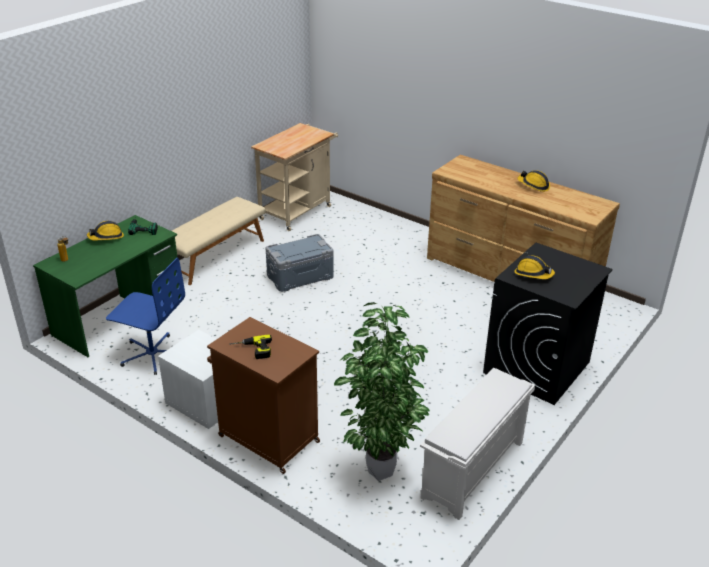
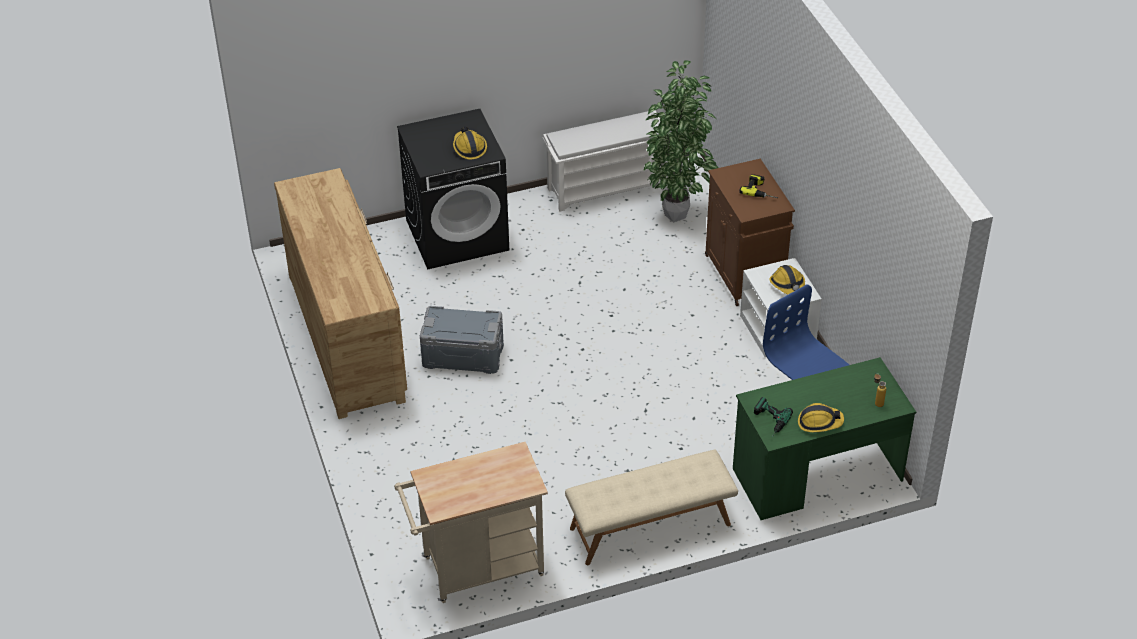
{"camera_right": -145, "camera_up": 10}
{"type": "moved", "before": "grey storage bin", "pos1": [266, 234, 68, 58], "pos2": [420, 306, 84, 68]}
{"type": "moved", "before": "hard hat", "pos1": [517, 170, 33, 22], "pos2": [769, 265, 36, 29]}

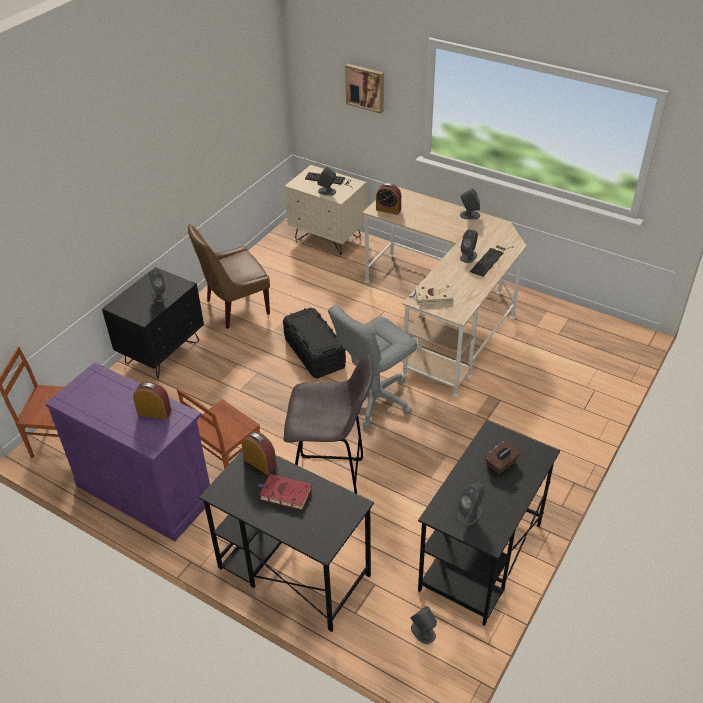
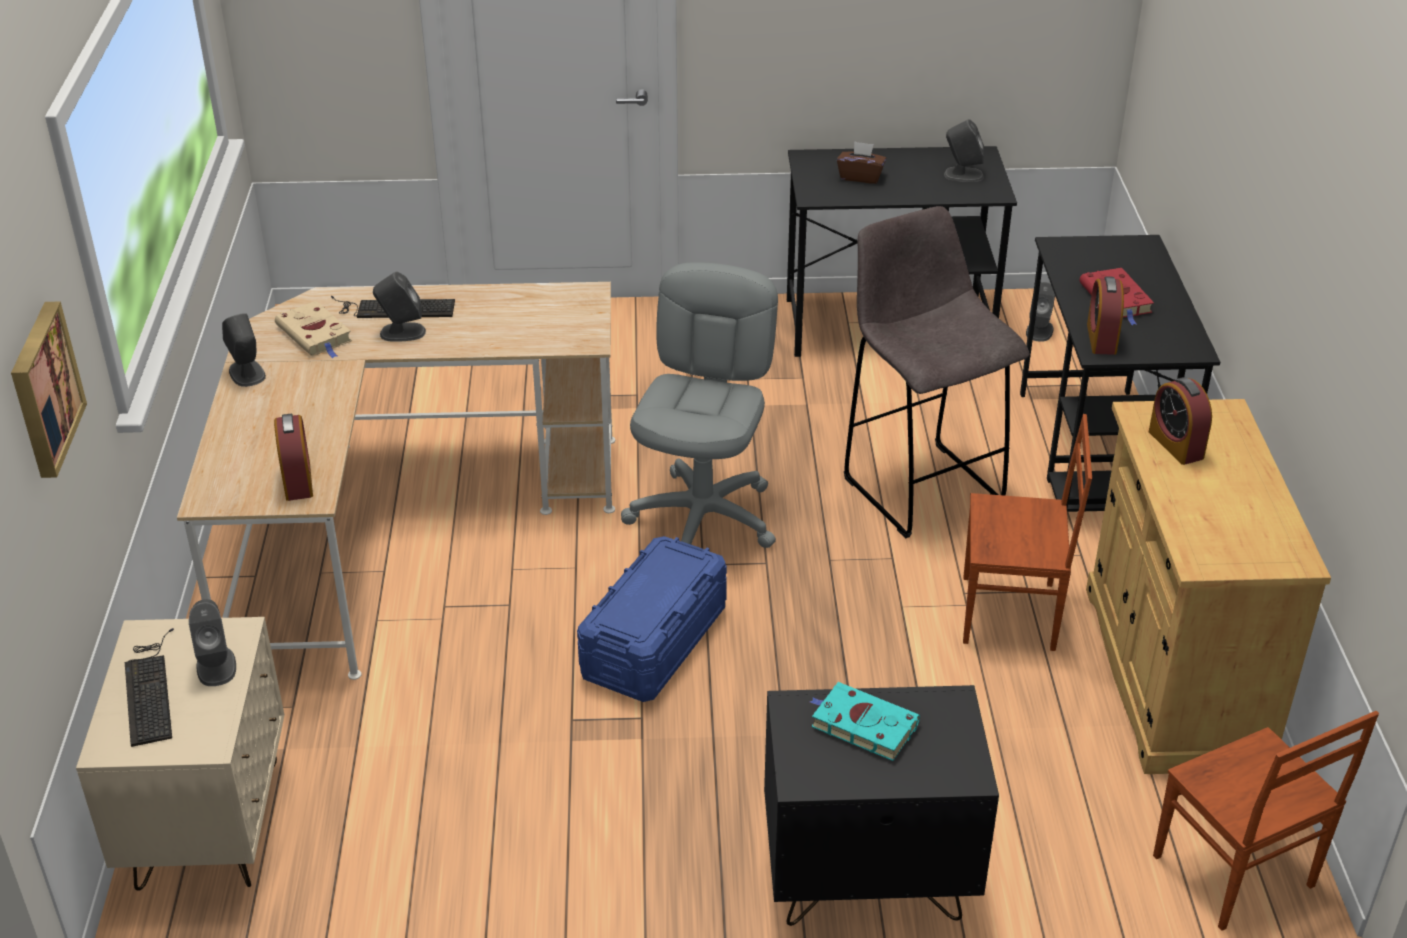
{"camera_right": -125, "camera_up": -5}
{"type": "removed", "before": "brownish chair", "pos1": [188, 224, 82, 105]}
{"type": "moved", "before": "beige-coloured volume", "pos1": [409, 284, 44, 21], "pos2": [275, 301, 77, 57]}
{"type": "replaced", "before": "grey speaker", "after": "turquoise-coloured volume", "pos1": [149, 269, 19, 33], "pos2": [810, 682, 110, 79]}
{"type": "recoloured", "before": "purplish cabinet", "after": "beige-coloured cabinet", "pos1": [45, 362, 165, 179], "pos2": [1086, 399, 245, 375]}
{"type": "recoloured", "before": "black storage bin", "after": "blue-coloured storage bin", "pos1": [283, 308, 63, 70], "pos2": [577, 536, 150, 166]}
{"type": "turned", "before": "grey computer chair", "pos1": [328, 305, 89, 123], "pos2": [621, 262, 157, 286], "turn": -90}

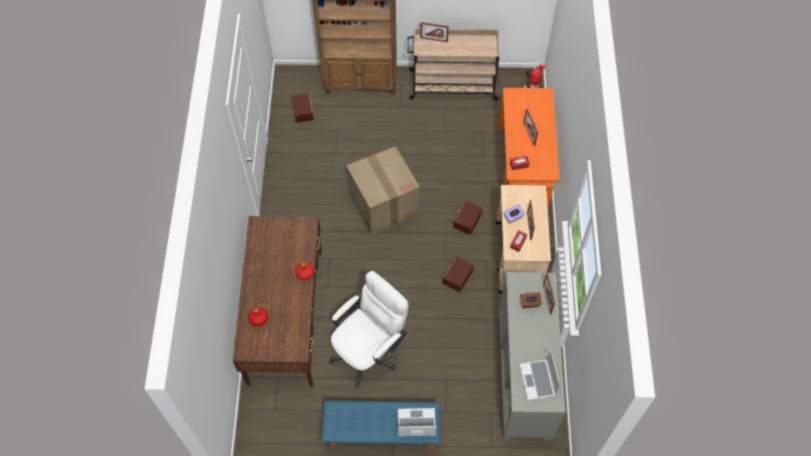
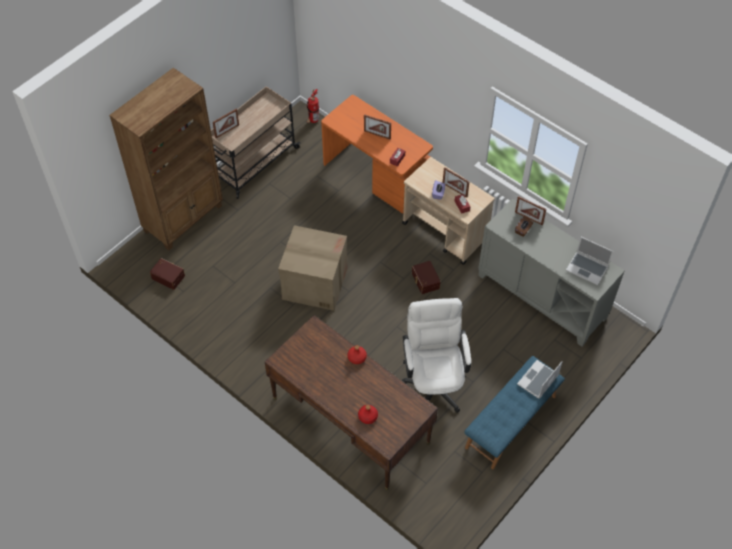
{"camera_right": -50, "camera_up": -5}
{"type": "removed", "before": "brownish storage bin", "pos1": [453, 201, 29, 34]}

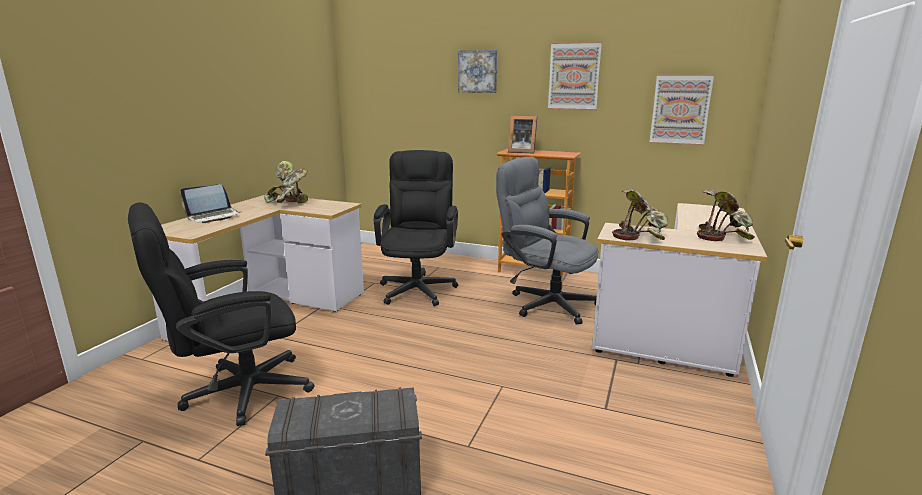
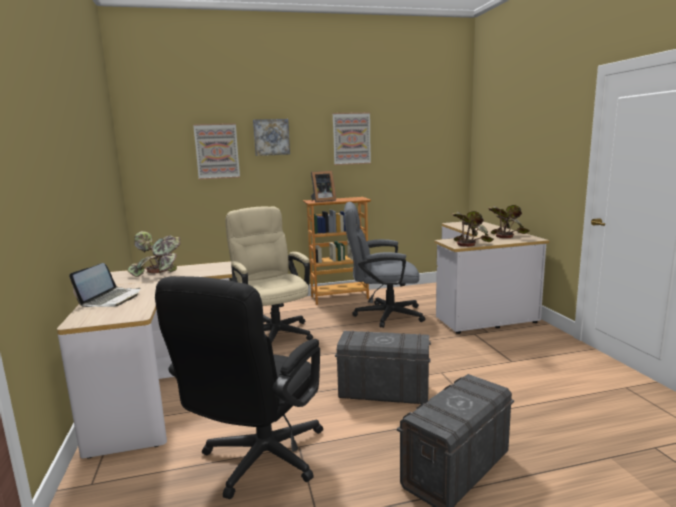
{"camera_right": -35, "camera_up": -5}
{"type": "added", "after": "grey storage bin", "pos2": [335, 331, 96, 73]}
{"type": "moved", "before": "picture", "pos1": [650, 74, 64, 72], "pos2": [193, 123, 47, 57]}
{"type": "recoloured", "before": "black computer chair", "after": "beige-coloured computer chair", "pos1": [373, 150, 85, 156], "pos2": [226, 206, 87, 138]}

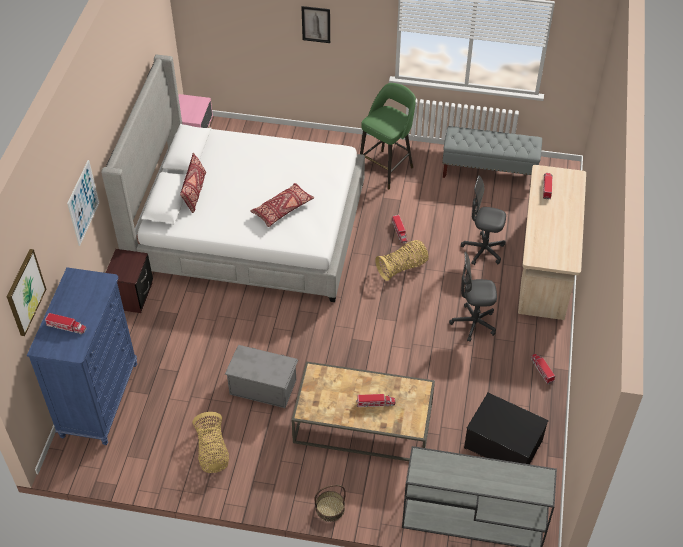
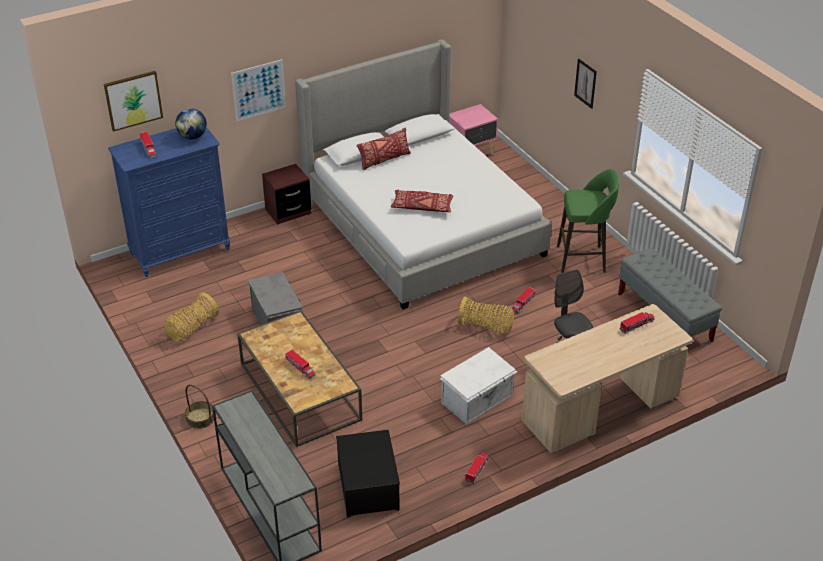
{"camera_right": 50, "camera_up": -10}
{"type": "added", "after": "desk globe", "pos2": [175, 108, 32, 31]}
{"type": "replaced", "before": "grey computer chair", "after": "white-coloured storage bin", "pos1": [449, 252, 48, 90], "pos2": [440, 347, 77, 77]}

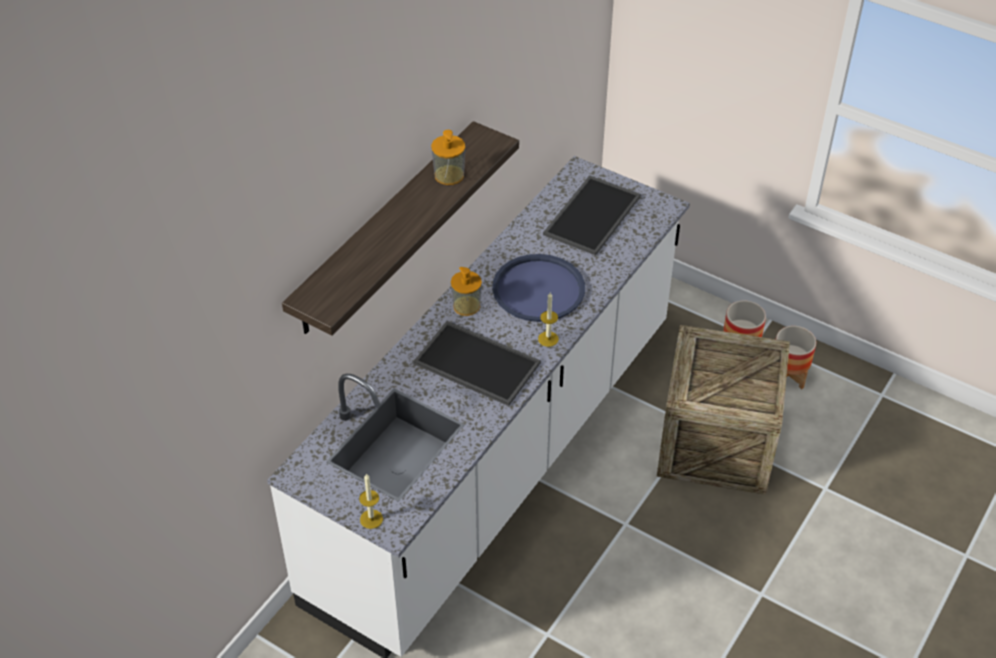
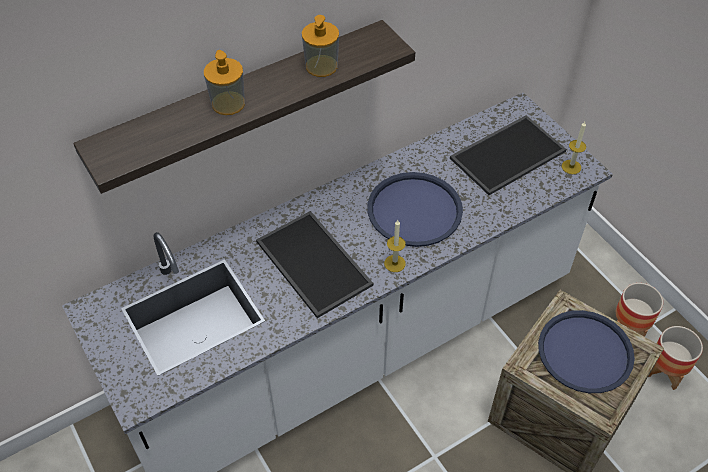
{"camera_right": 25, "camera_up": 5}
{"type": "added", "after": "blue-coloured tray", "pos2": [538, 310, 97, 83]}
{"type": "moved", "before": "wax candle", "pos1": [359, 473, 24, 56], "pos2": [562, 122, 24, 52]}
{"type": "moved", "before": "soap dispenser", "pos1": [451, 267, 31, 49], "pos2": [204, 50, 41, 65]}

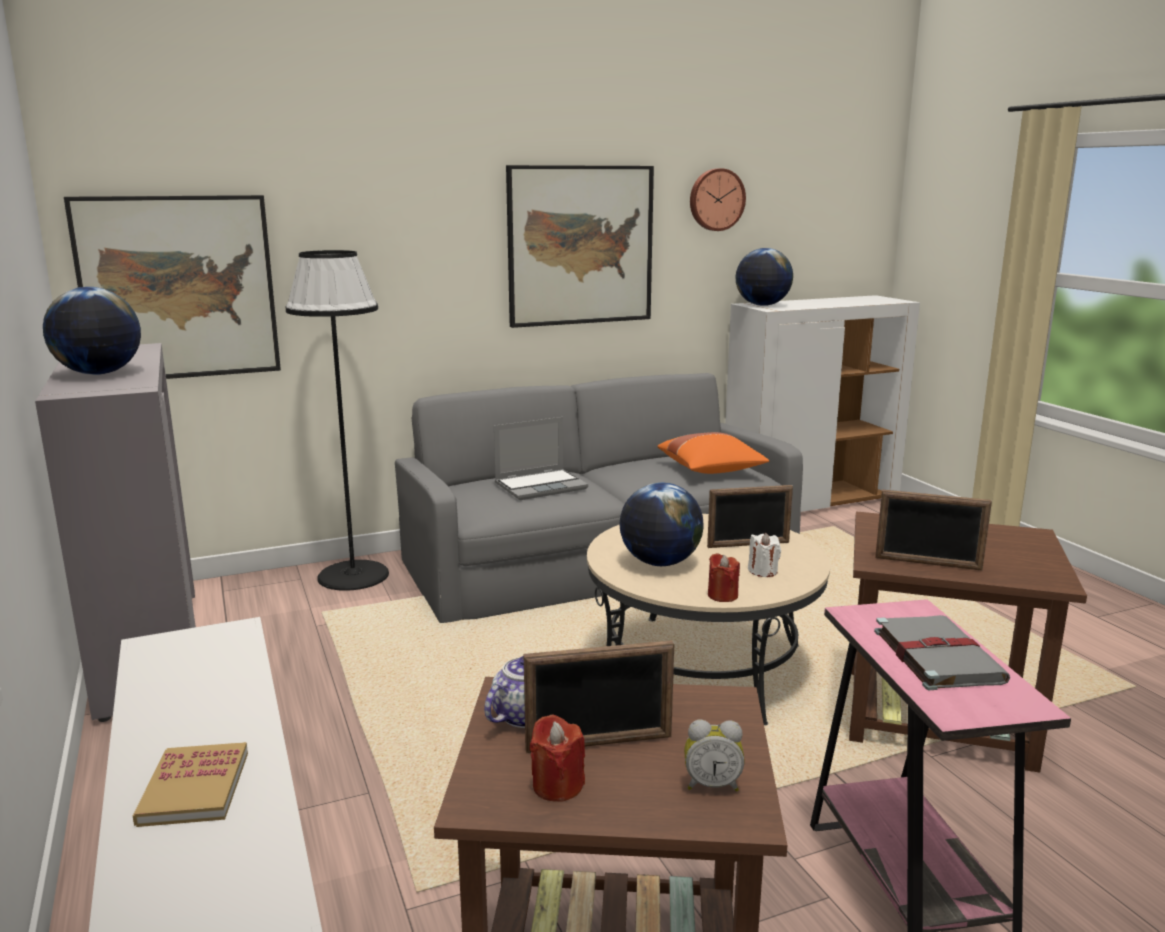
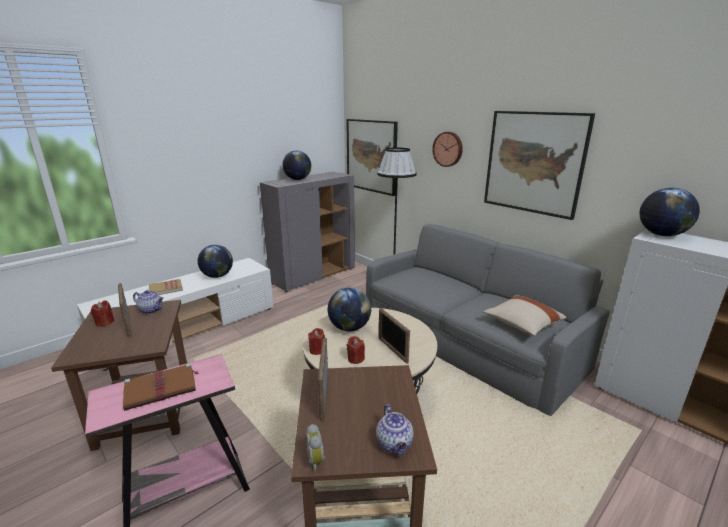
{"camera_right": 70, "camera_up": 5}
{"type": "removed", "before": "laptop", "pos1": [494, 417, 94, 83]}
{"type": "added", "after": "desk globe", "pos2": [198, 245, 35, 33]}
{"type": "added", "after": "pot for tea", "pos2": [376, 404, 38, 52]}
{"type": "moved", "before": "table clock", "pos1": [684, 720, 61, 72], "pos2": [306, 424, 20, 48]}
{"type": "moved", "before": "hanging clock", "pos1": [690, 168, 56, 63], "pos2": [432, 132, 31, 35]}
{"type": "recoloured", "before": "orange-coloured pillow", "after": "beige-coloured pillow", "pos1": [657, 432, 112, 42], "pos2": [484, 295, 82, 41]}
{"type": "recoloured", "before": "white-coloured wax candle", "after": "red wax candle", "pos1": [748, 533, 33, 44], "pos2": [347, 336, 18, 28]}
{"type": "recoloured", "before": "grey volume", "after": "brownish volume", "pos1": [874, 615, 136, 75], "pos2": [123, 363, 76, 48]}

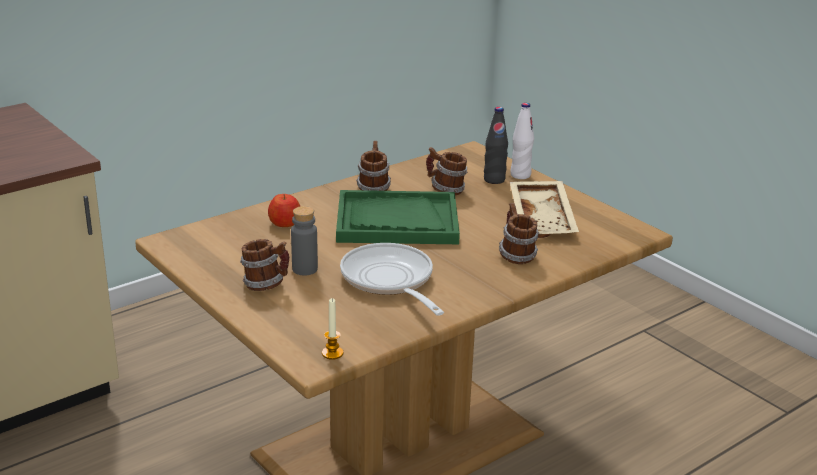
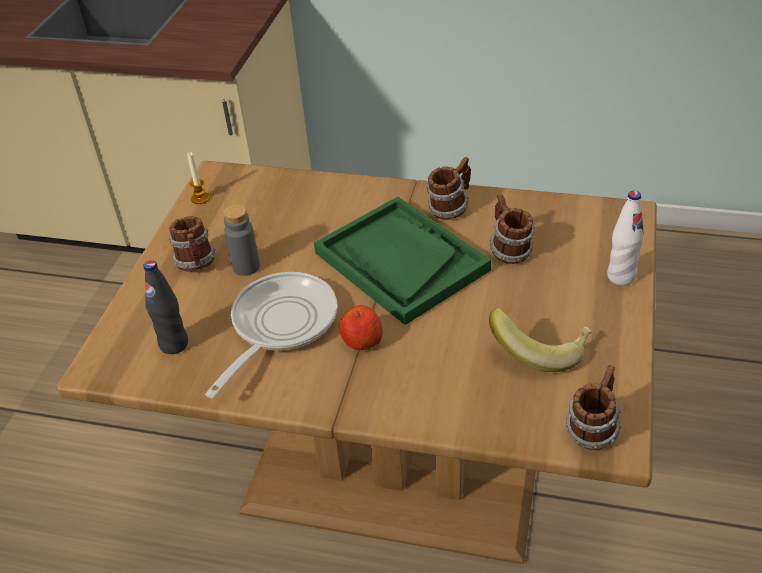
{"camera_right": 55, "camera_up": 15}
{"type": "moved", "before": "apple", "pos1": [268, 194, 32, 33], "pos2": [339, 305, 44, 45]}
{"type": "moved", "before": "wax candle", "pos1": [322, 298, 21, 62], "pos2": [187, 152, 23, 52]}
{"type": "moved", "before": "black drink bottle", "pos1": [484, 107, 24, 77], "pos2": [143, 260, 45, 94]}
{"type": "moved", "before": "coffee mug", "pos1": [499, 203, 40, 61], "pos2": [566, 365, 56, 85]}
{"type": "replaced", "before": "beige-coloured tray", "after": "whole banana", "pos1": [510, 181, 69, 57], "pos2": [489, 308, 103, 64]}

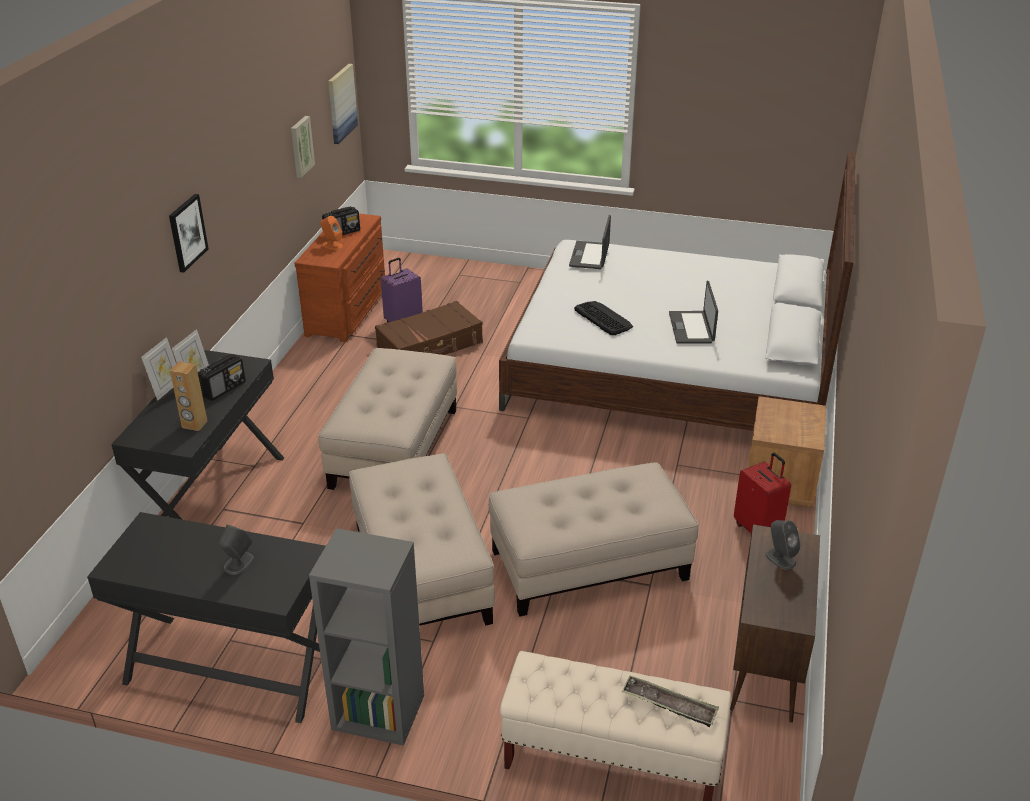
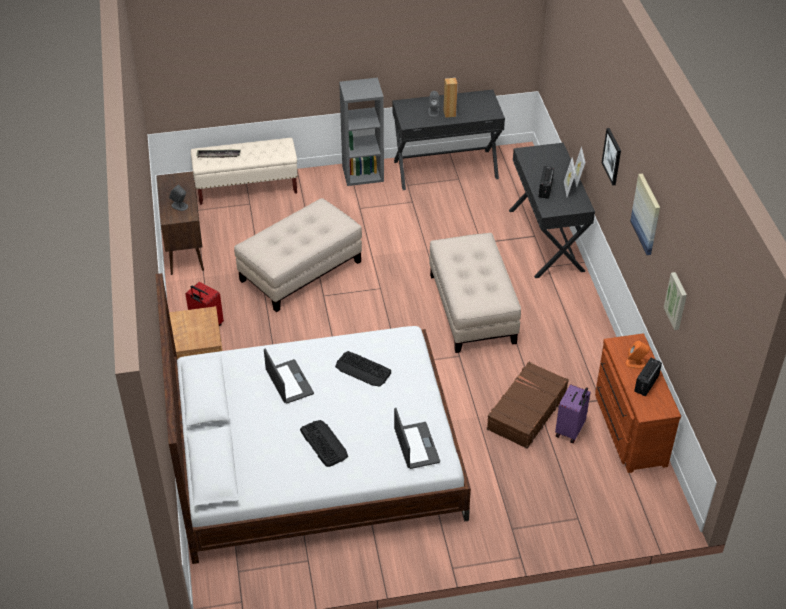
{"camera_right": 155, "camera_up": 10}
{"type": "removed", "before": "beige-coloured ottoman", "pos1": [349, 453, 146, 173]}
{"type": "added", "after": "keyboard", "pos2": [300, 420, 48, 47]}
{"type": "moved", "before": "brownish speaker", "pos1": [170, 361, 38, 70], "pos2": [443, 78, 15, 40]}
{"type": "moved", "before": "picture", "pos1": [328, 64, 30, 80], "pos2": [630, 174, 30, 81]}

